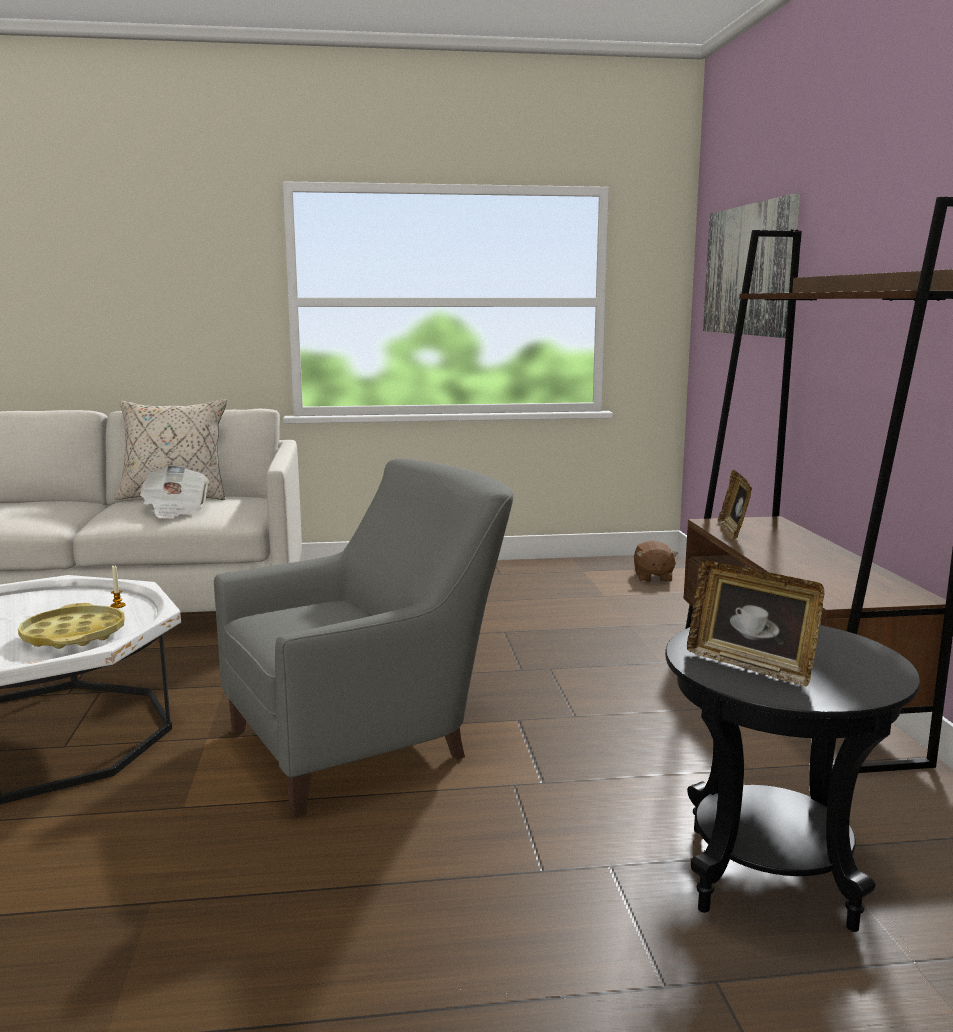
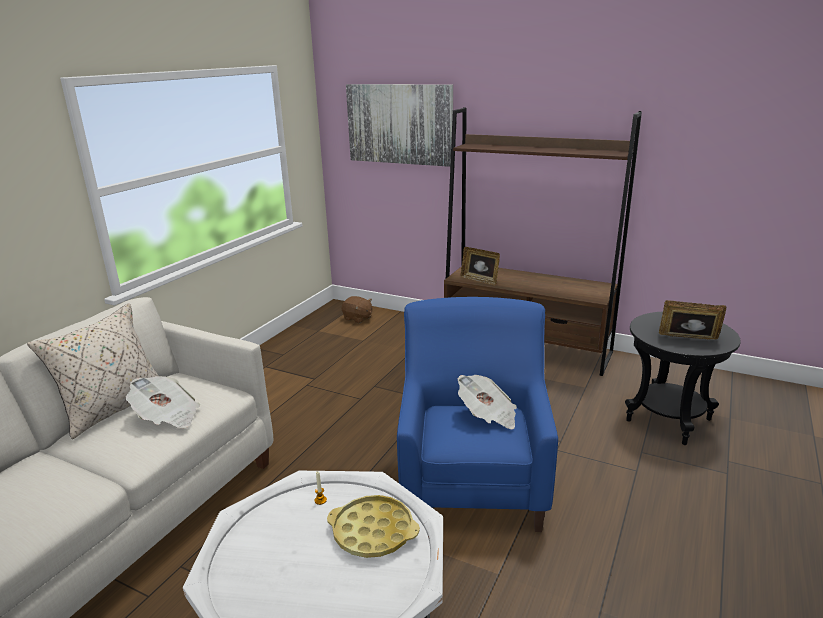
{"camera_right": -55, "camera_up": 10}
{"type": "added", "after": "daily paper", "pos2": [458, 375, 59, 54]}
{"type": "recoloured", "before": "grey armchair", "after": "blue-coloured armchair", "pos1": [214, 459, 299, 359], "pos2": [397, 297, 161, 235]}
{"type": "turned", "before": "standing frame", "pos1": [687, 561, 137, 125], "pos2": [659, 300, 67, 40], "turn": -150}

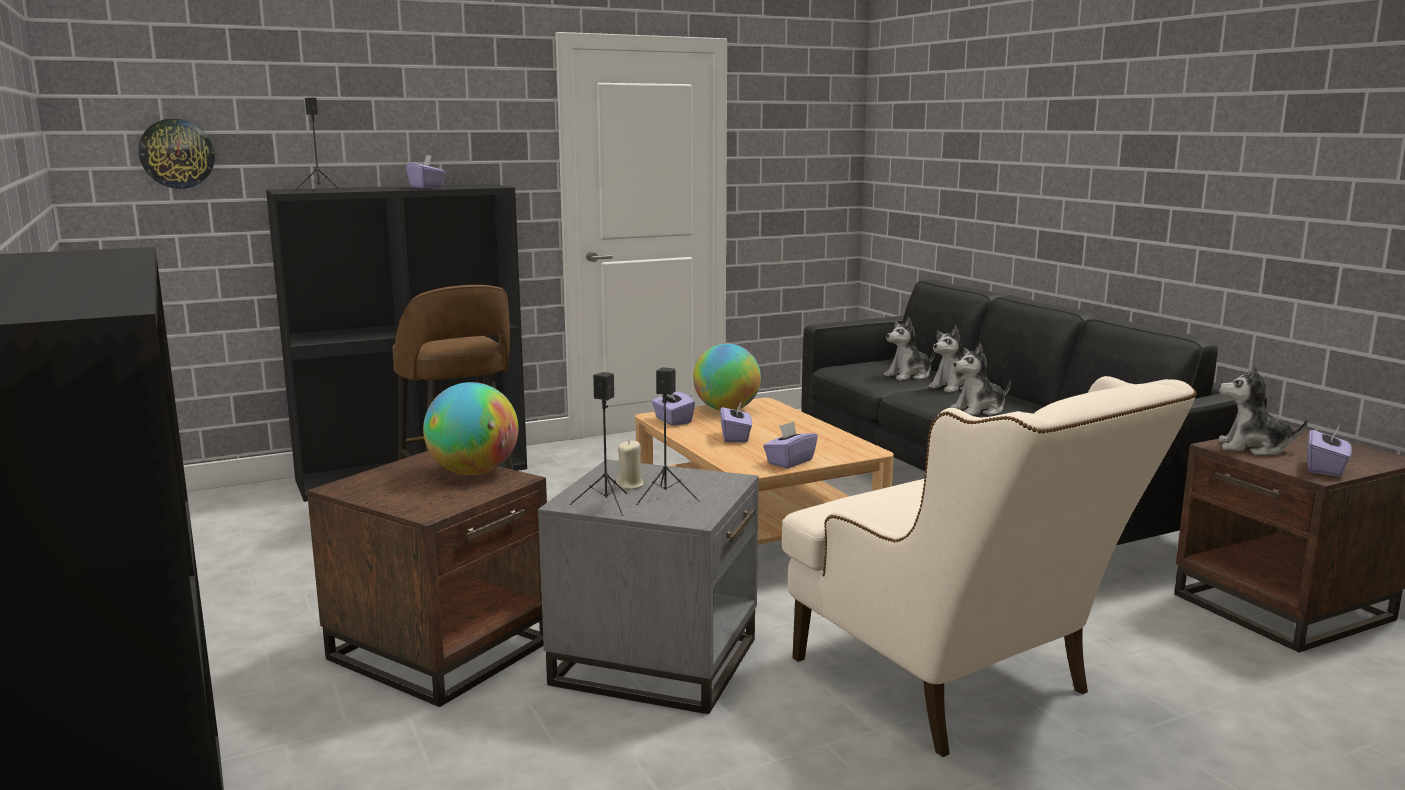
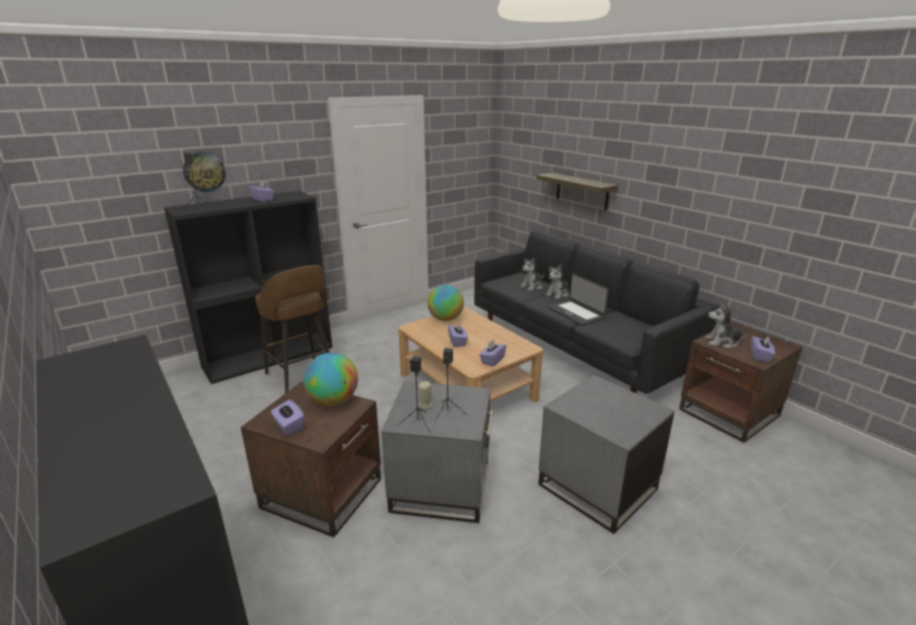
{"camera_right": -10, "camera_up": 10}
{"type": "added", "after": "wall shelf", "pos2": [537, 173, 81, 38]}
{"type": "moved", "before": "hanging clock", "pos1": [138, 119, 77, 70], "pos2": [183, 152, 43, 40]}
{"type": "moved", "before": "purplish box of tissues", "pos1": [652, 391, 43, 35], "pos2": [271, 400, 34, 36]}
{"type": "replaced", "before": "beige-coloured armchair", "after": "grey end table", "pos1": [782, 376, 415, 381], "pos2": [538, 375, 137, 159]}
{"type": "replaced", "before": "soft toy", "after": "laptop", "pos1": [950, 344, 61, 72], "pos2": [548, 274, 61, 52]}

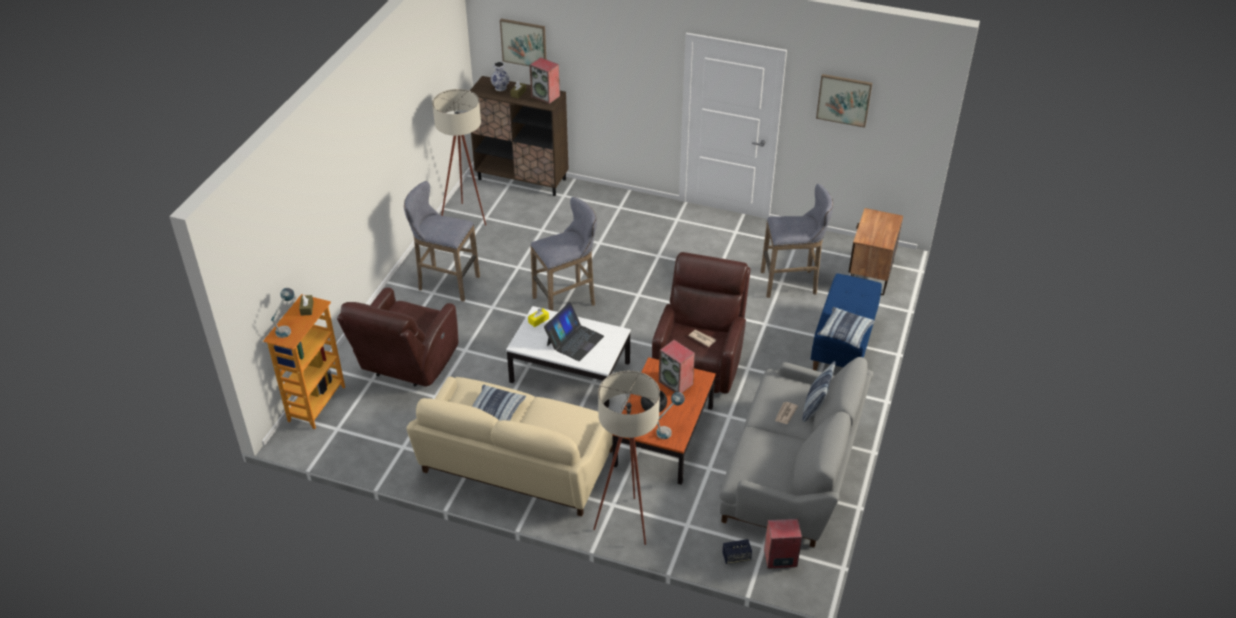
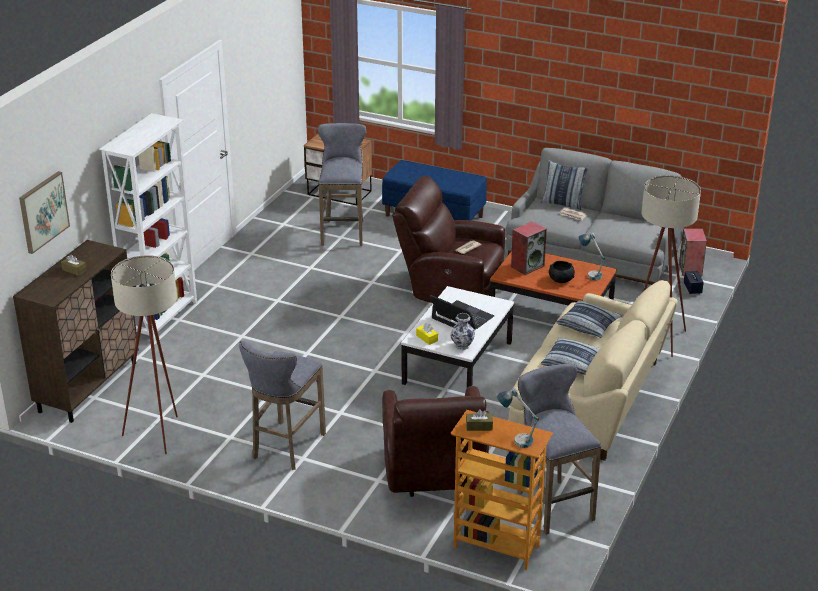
{"camera_right": -85, "camera_up": -10}
{"type": "removed", "before": "speaker", "pos1": [530, 57, 30, 47]}
{"type": "removed", "before": "picture", "pos1": [816, 74, 56, 54]}
{"type": "added", "after": "white-coloured bookshelf", "pos2": [99, 113, 98, 229]}
{"type": "moved", "before": "decorative vase", "pos1": [491, 62, 19, 29], "pos2": [450, 313, 25, 37]}
{"type": "moved", "before": "grey stool", "pos1": [530, 197, 67, 114], "pos2": [517, 364, 84, 171]}
{"type": "moved", "before": "pillow", "pos1": [817, 307, 58, 42], "pos2": [556, 300, 67, 38]}
{"type": "turned", "before": "brownish armchair", "pos1": [337, 287, 121, 100], "pos2": [382, 386, 108, 111], "turn": 60}

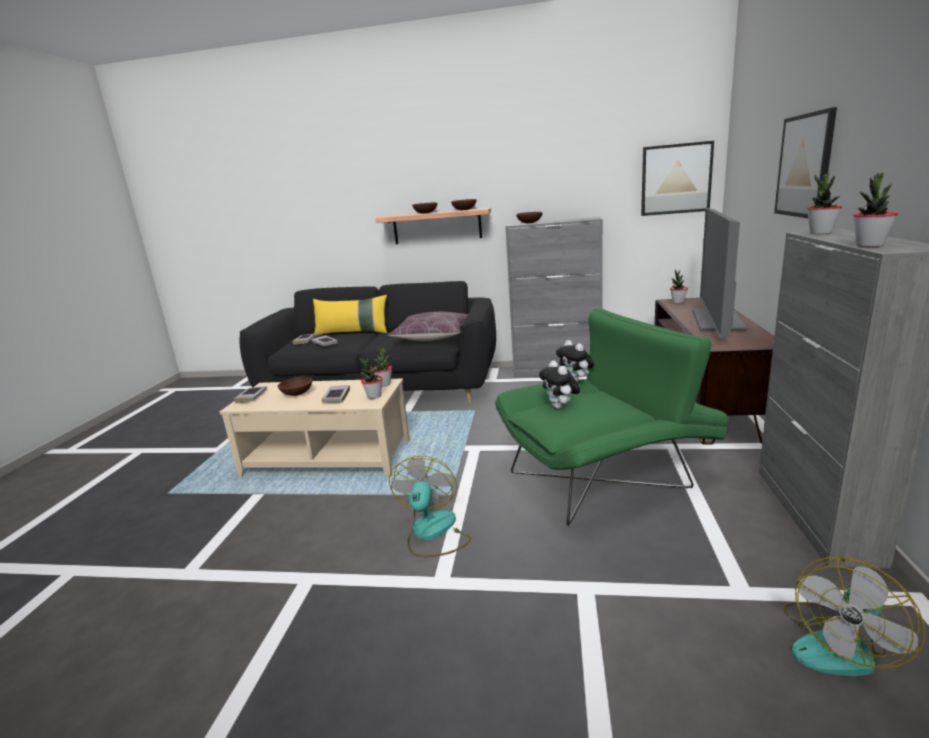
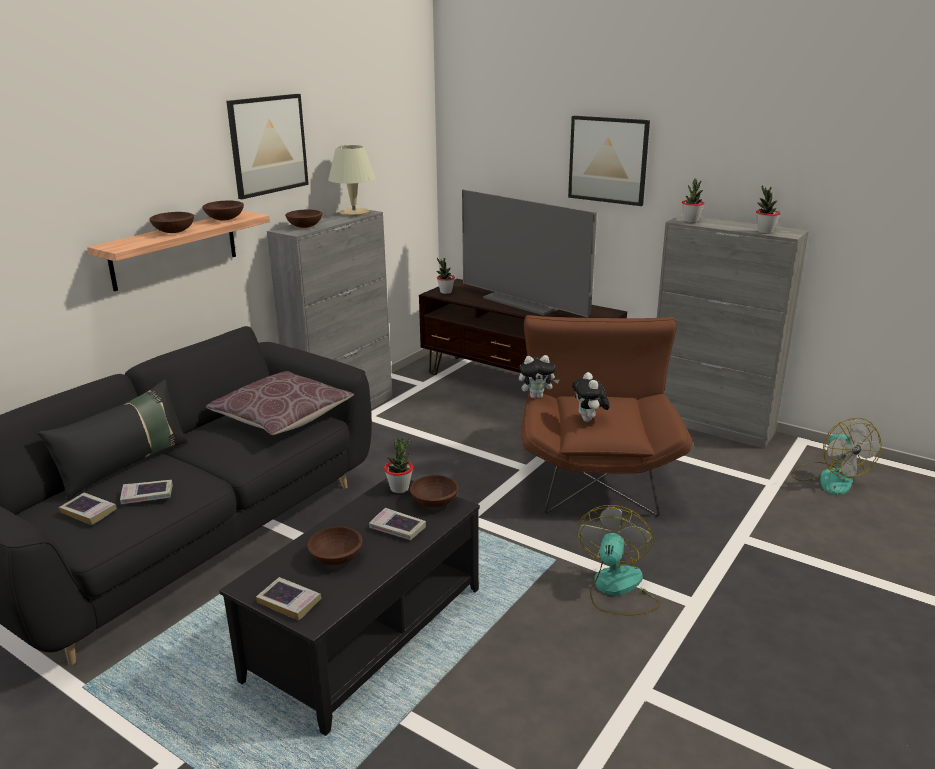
{"camera_right": -65, "camera_up": 5}
{"type": "added", "after": "beige-coloured tabletop lamp", "pos2": [328, 145, 48, 72]}
{"type": "moved", "before": "picture", "pos1": [641, 141, 73, 75], "pos2": [226, 94, 83, 105]}
{"type": "replaced", "before": "houseplant", "after": "brownish serving bowl", "pos1": [359, 357, 24, 42], "pos2": [410, 475, 49, 33]}
{"type": "recoloured", "before": "beige-coloured coffee table", "after": "black coffee table", "pos1": [219, 378, 191, 99], "pos2": [219, 478, 261, 258]}
{"type": "recoloured", "before": "yellow-coloured pillow", "after": "black pillow", "pos1": [313, 295, 74, 41], "pos2": [38, 380, 150, 120]}
{"type": "recoloured", "before": "greenish armchair", "after": "brownish armchair", "pos1": [495, 308, 233, 218], "pos2": [521, 315, 172, 201]}
{"type": "turned", "before": "fan", "pos1": [389, 456, 82, 101], "pos2": [577, 505, 83, 110], "turn": 75}
{"type": "turned", "before": "soft toy", "pos1": [539, 360, 41, 49], "pos2": [572, 372, 38, 50], "turn": 75}

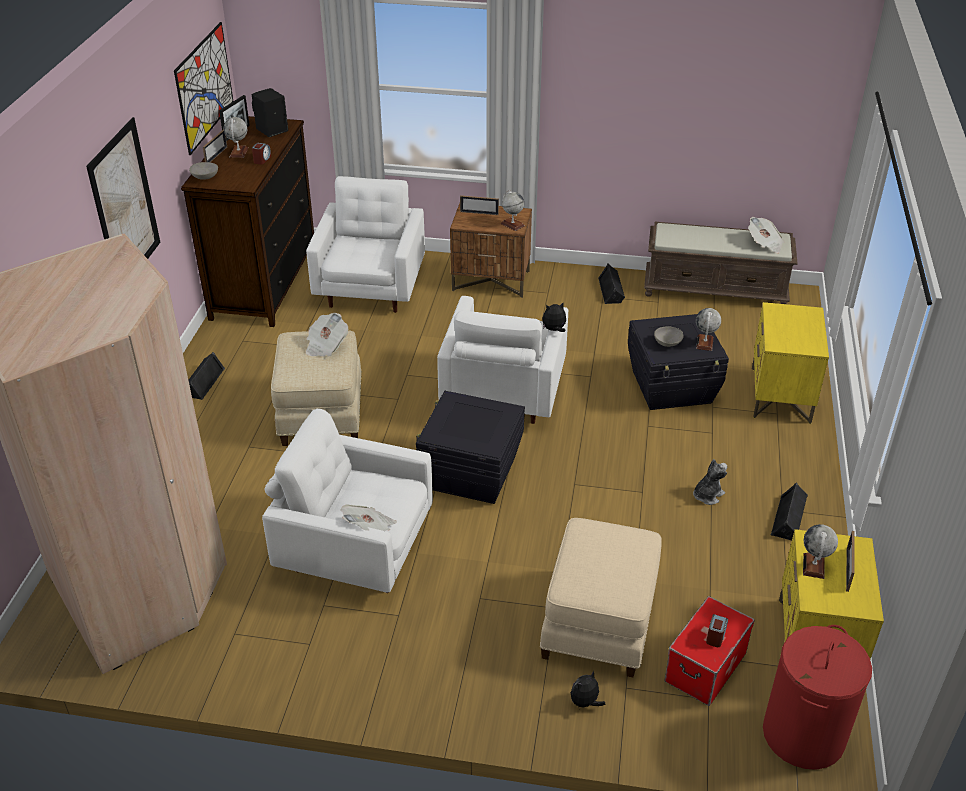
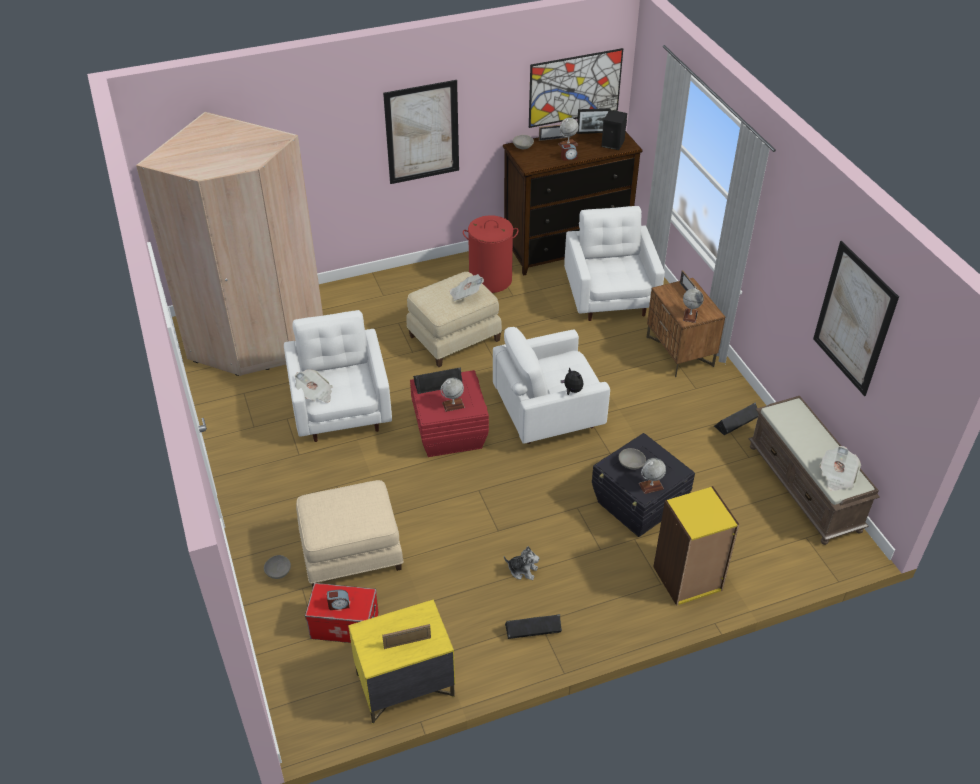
{"camera_right": 60, "camera_up": 5}
{"type": "added", "after": "picture", "pos2": [813, 241, 86, 155]}
{"type": "moved", "before": "black speaker", "pos1": [189, 352, 36, 48], "pos2": [413, 367, 50, 27]}
{"type": "moved", "before": "red hamper", "pos1": [763, 625, 109, 145], "pos2": [463, 215, 56, 78]}
{"type": "moved", "before": "desk globe", "pos1": [803, 524, 35, 55], "pos2": [440, 377, 25, 35]}
{"type": "replaced", "before": "soft toy", "after": "grey serving bowl", "pos1": [571, 670, 35, 37], "pos2": [264, 555, 27, 24]}
{"type": "replaced", "before": "yellow-coloured night table", "after": "yellow-coloured bookshelf", "pos1": [752, 302, 77, 122], "pos2": [653, 486, 86, 120]}
{"type": "recoloured", "before": "black storage bin", "after": "red storage bin", "pos1": [416, 391, 109, 113], "pos2": [410, 370, 79, 87]}
{"type": "turned", "before": "white-coloured armchair", "pos1": [306, 176, 119, 137], "pos2": [564, 206, 101, 115], "turn": -75}

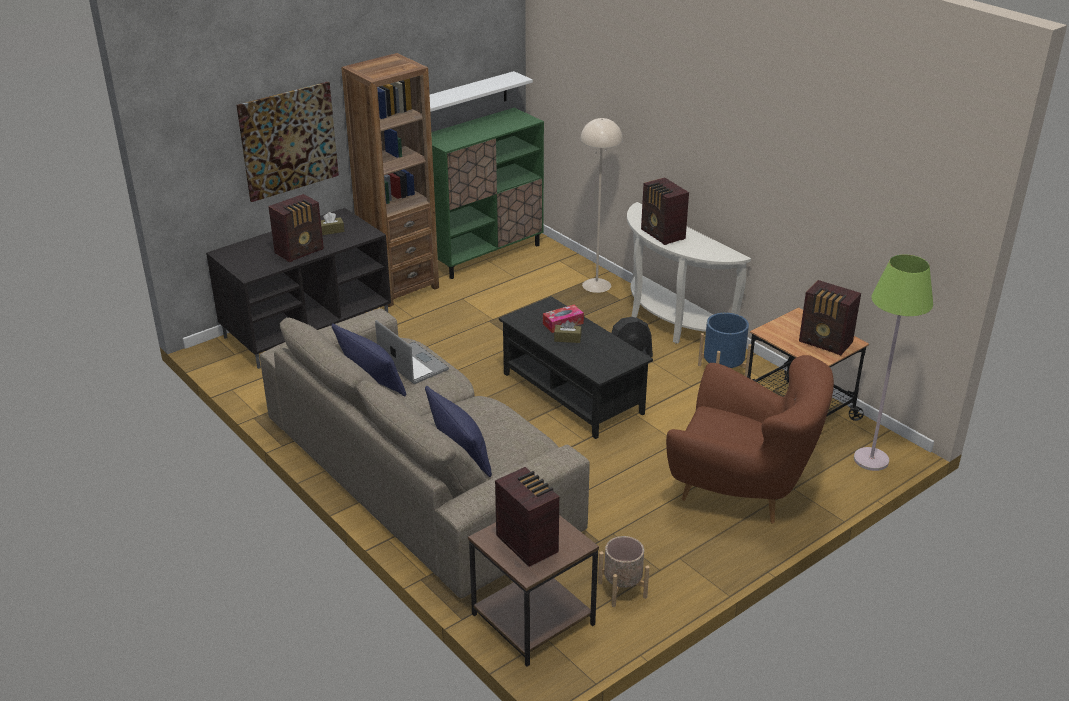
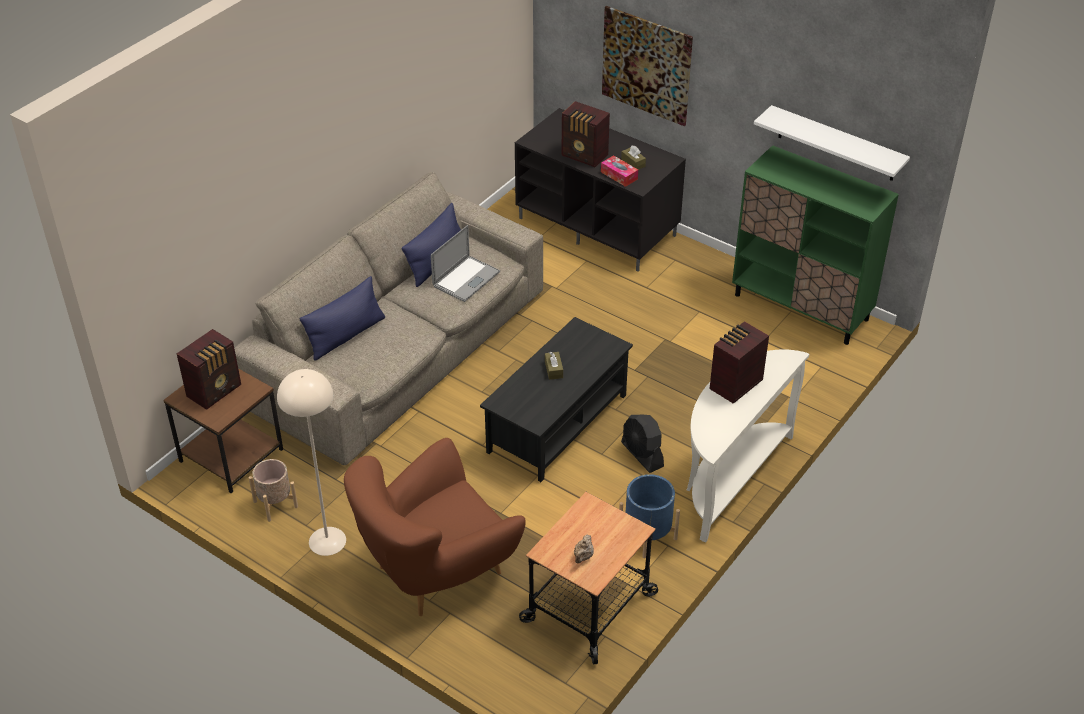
{"camera_right": 75, "camera_up": 10}
{"type": "removed", "before": "brownish bookshelf", "pos1": [341, 53, 98, 254]}
{"type": "removed", "before": "greenish floor lamp", "pos1": [854, 254, 79, 217]}
{"type": "moved", "before": "box of tissues", "pos1": [543, 305, 41, 28], "pos2": [601, 155, 37, 32]}
{"type": "moved", "before": "beige-coloured floor lamp", "pos1": [580, 118, 43, 175], "pos2": [277, 369, 69, 187]}
{"type": "replaced", "before": "radio set", "after": "beige-coloured pot for tea", "pos1": [799, 280, 62, 75], "pos2": [574, 535, 20, 29]}
{"type": "turned", "before": "brownish armchair", "pos1": [666, 355, 168, 169], "pos2": [344, 438, 182, 178], "turn": 45}

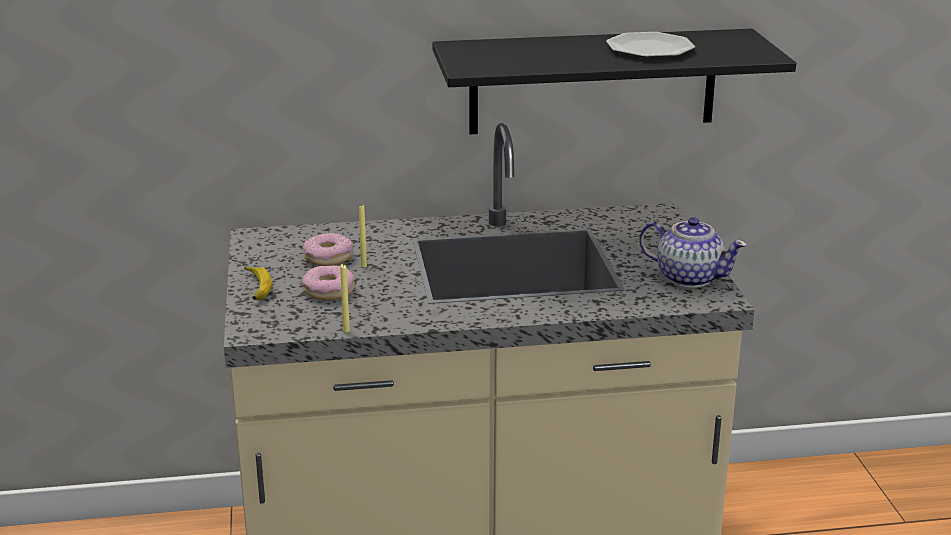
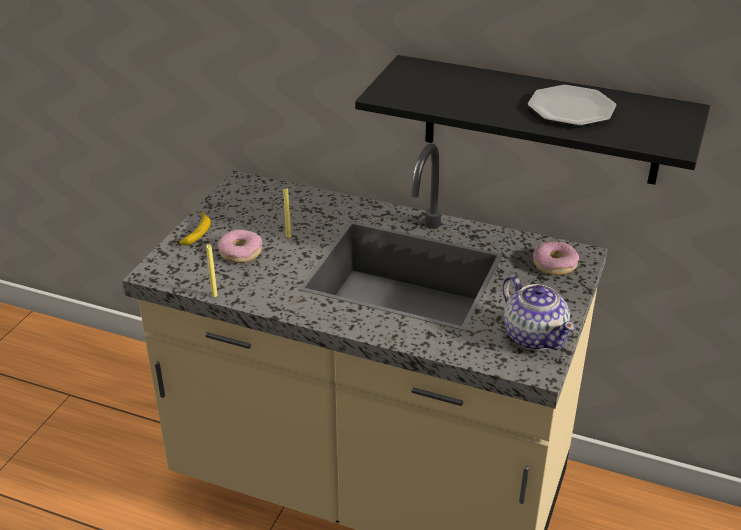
{"camera_right": 30, "camera_up": 10}
{"type": "moved", "before": "ring doughnut", "pos1": [303, 233, 50, 33], "pos2": [533, 242, 46, 33]}

